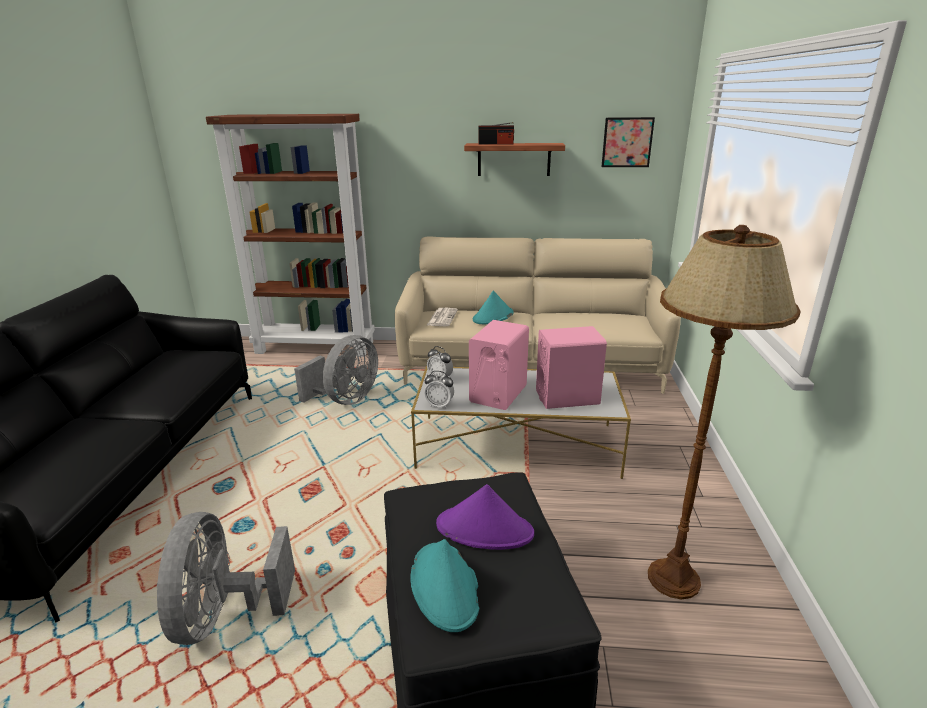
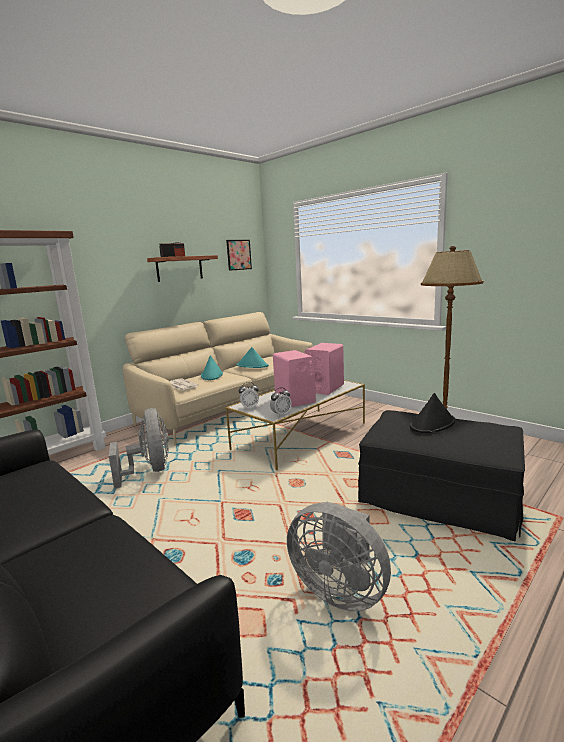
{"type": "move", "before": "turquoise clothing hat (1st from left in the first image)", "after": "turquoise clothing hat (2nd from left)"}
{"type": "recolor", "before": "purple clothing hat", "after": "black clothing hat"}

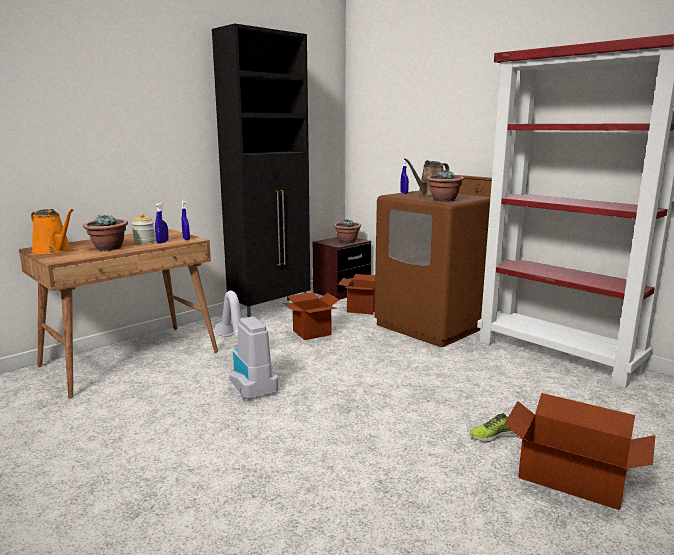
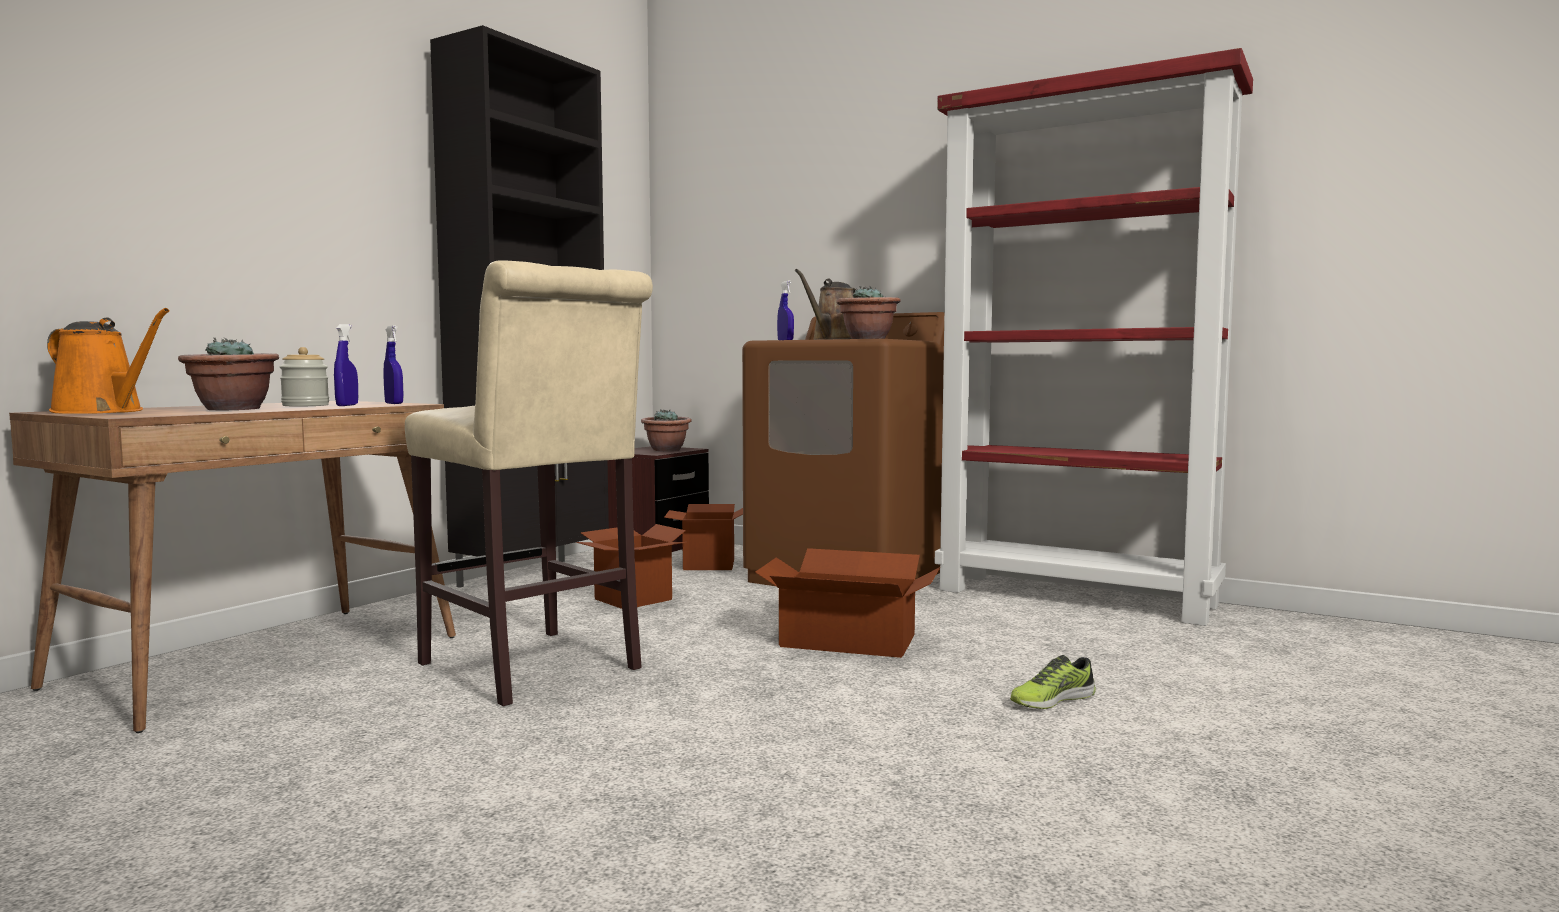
{"type": "replace", "before": "hoover", "after": "beige-coloured stool seat"}
{"type": "move", "before": "carton (3rd from left)"}

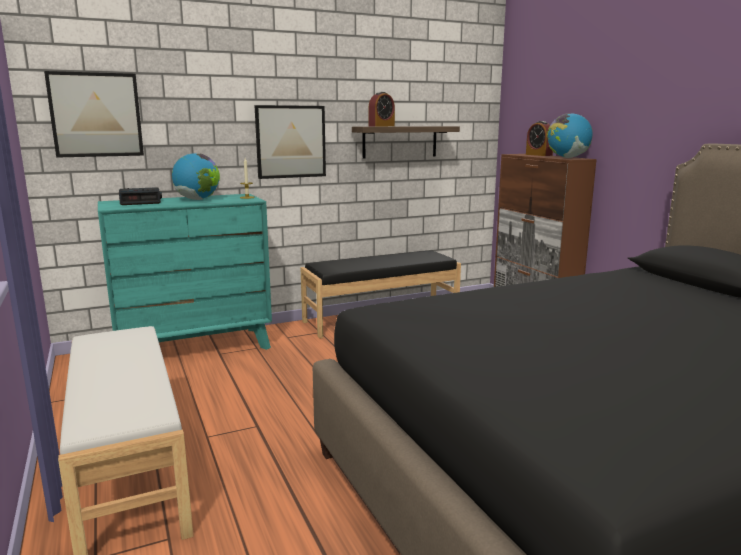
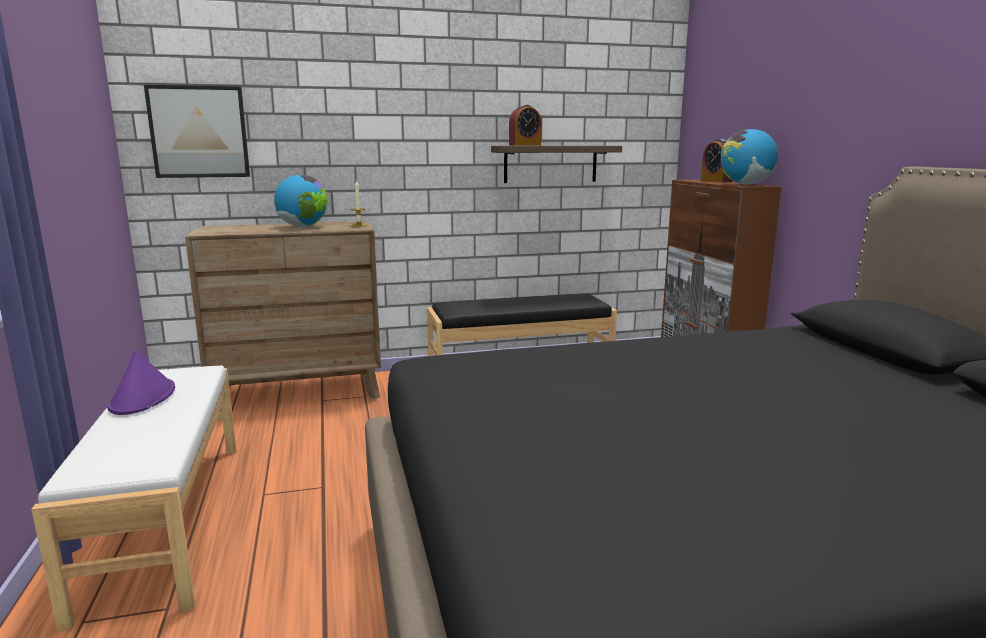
{"type": "insert", "after": "purple clothing hat"}
{"type": "recolor", "before": "turquoise dresser", "after": "brown dresser"}
{"type": "delete", "before": "alarm clock (1st from left)"}
{"type": "delete", "before": "wall picture (2nd from left)"}

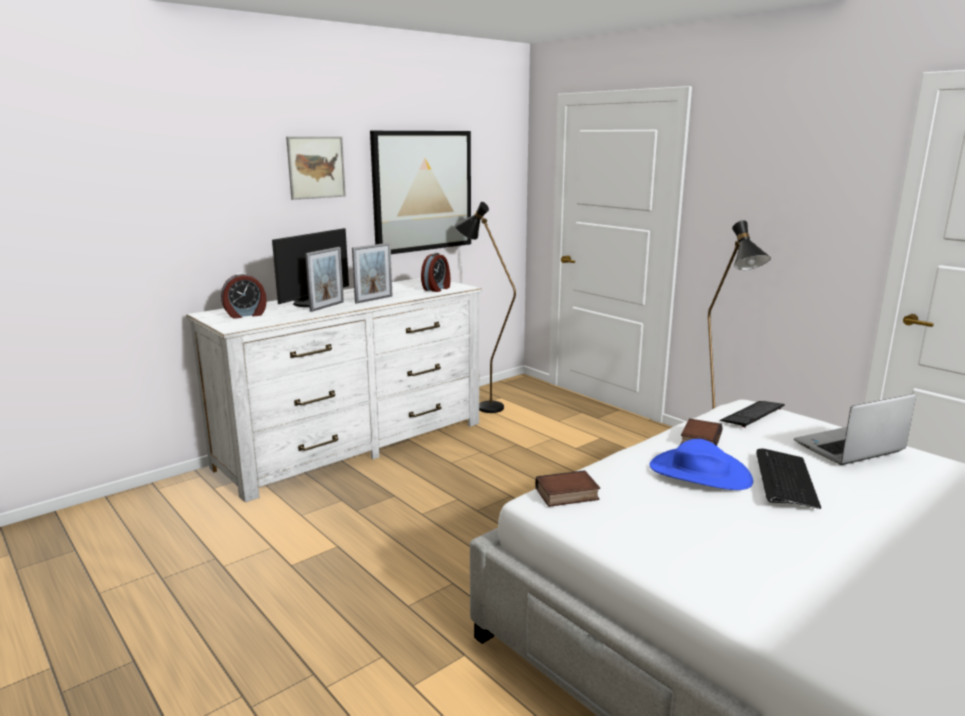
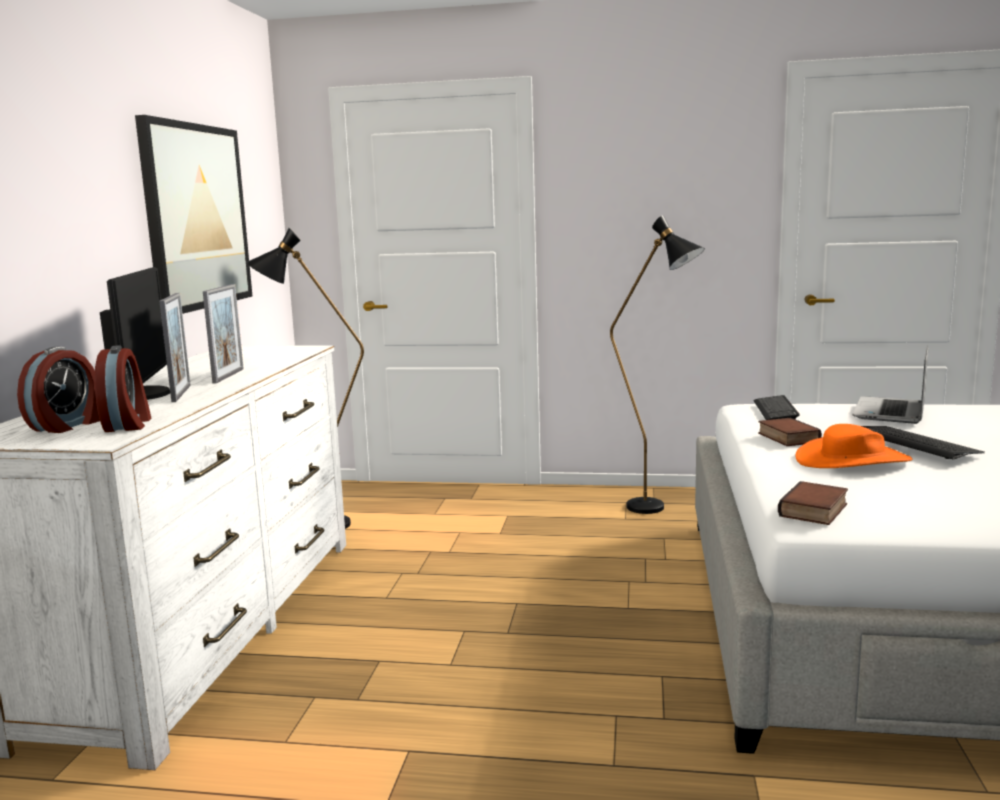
{"type": "move", "before": "alarm clock (2nd from left)"}
{"type": "recolor", "before": "bluish clothing hat", "after": "orange-coloured clothing hat"}
{"type": "delete", "before": "wall picture (1st from left)"}

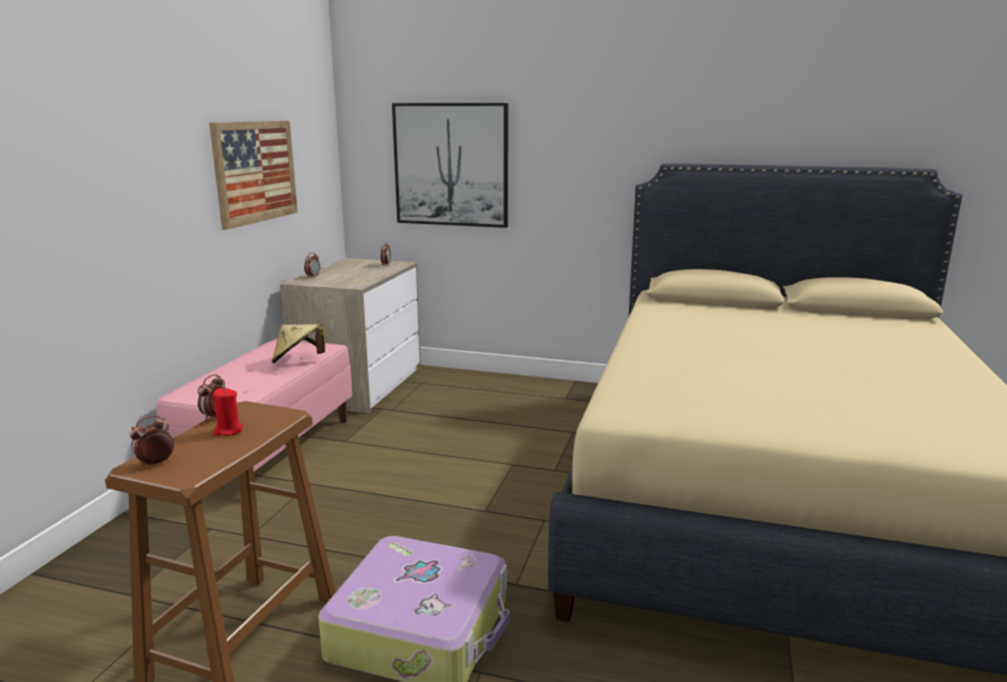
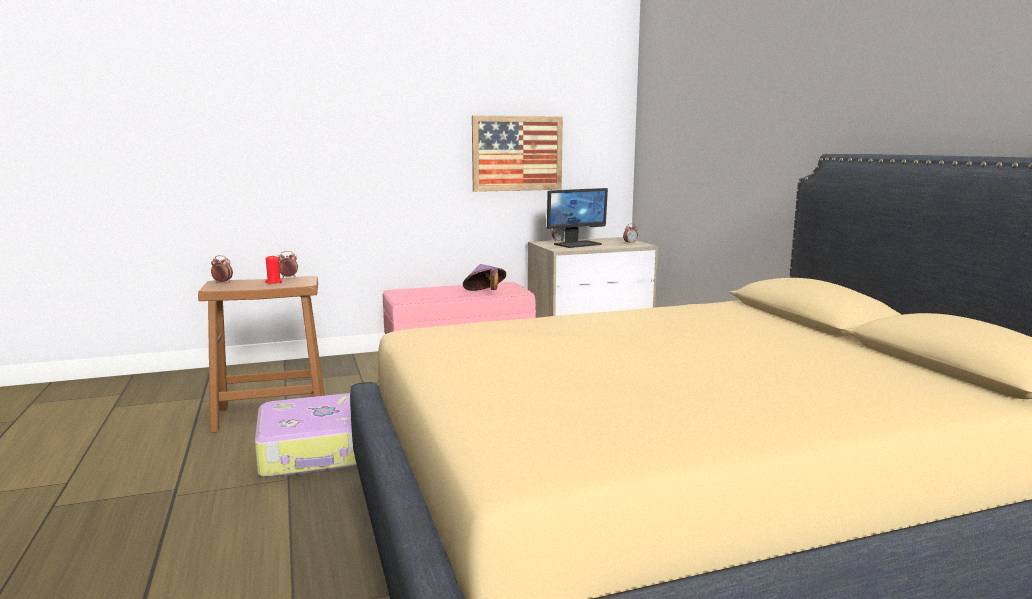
{"type": "recolor", "before": "beige-coloured clothing hat", "after": "purple clothing hat"}
{"type": "insert", "after": "monitor"}
{"type": "delete", "before": "wall picture (2nd from left)"}

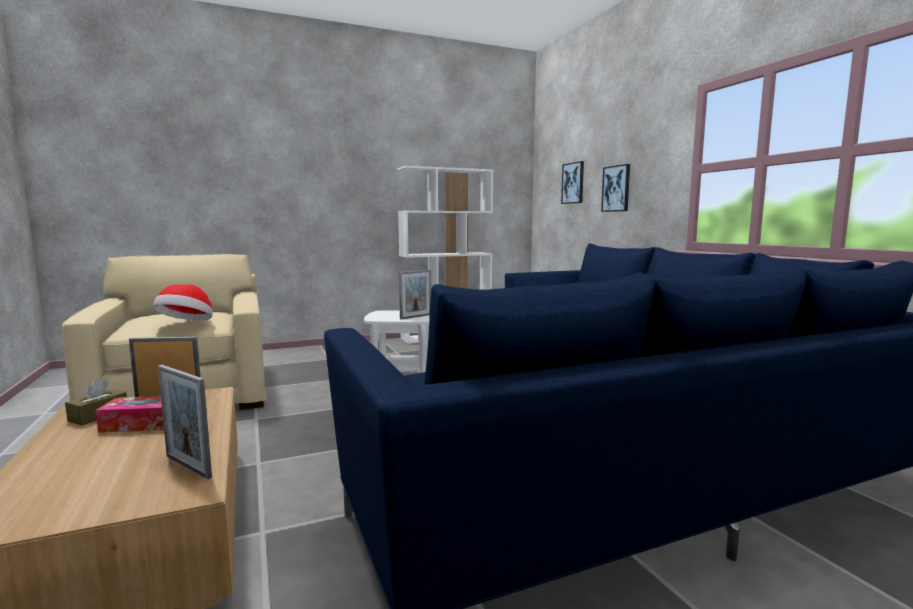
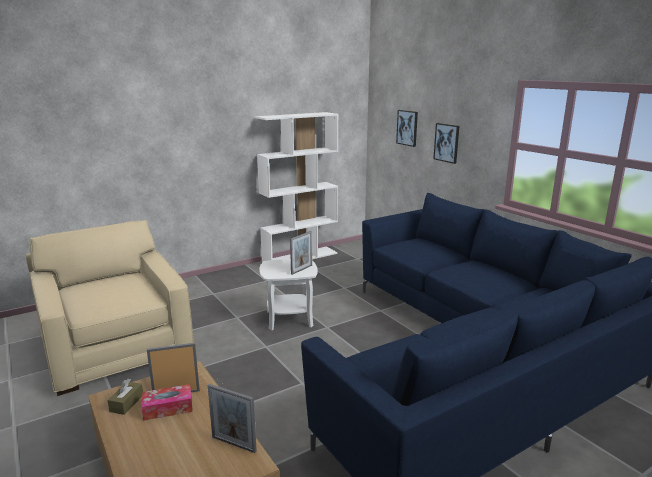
{"type": "delete", "before": "clothing hat"}

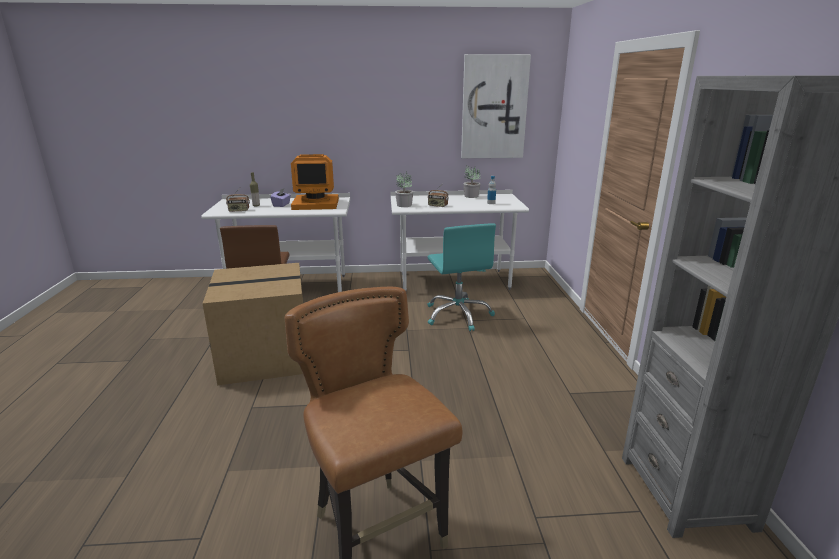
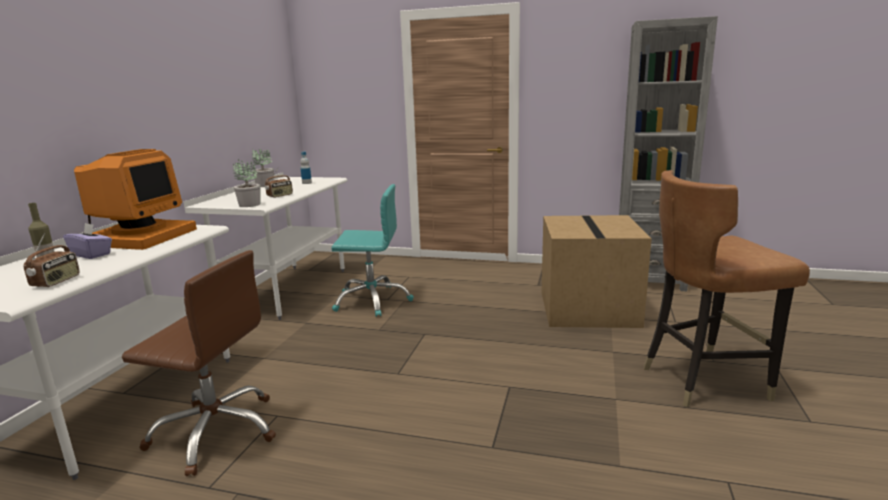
{"type": "move", "before": "carton"}
{"type": "delete", "before": "wall picture"}

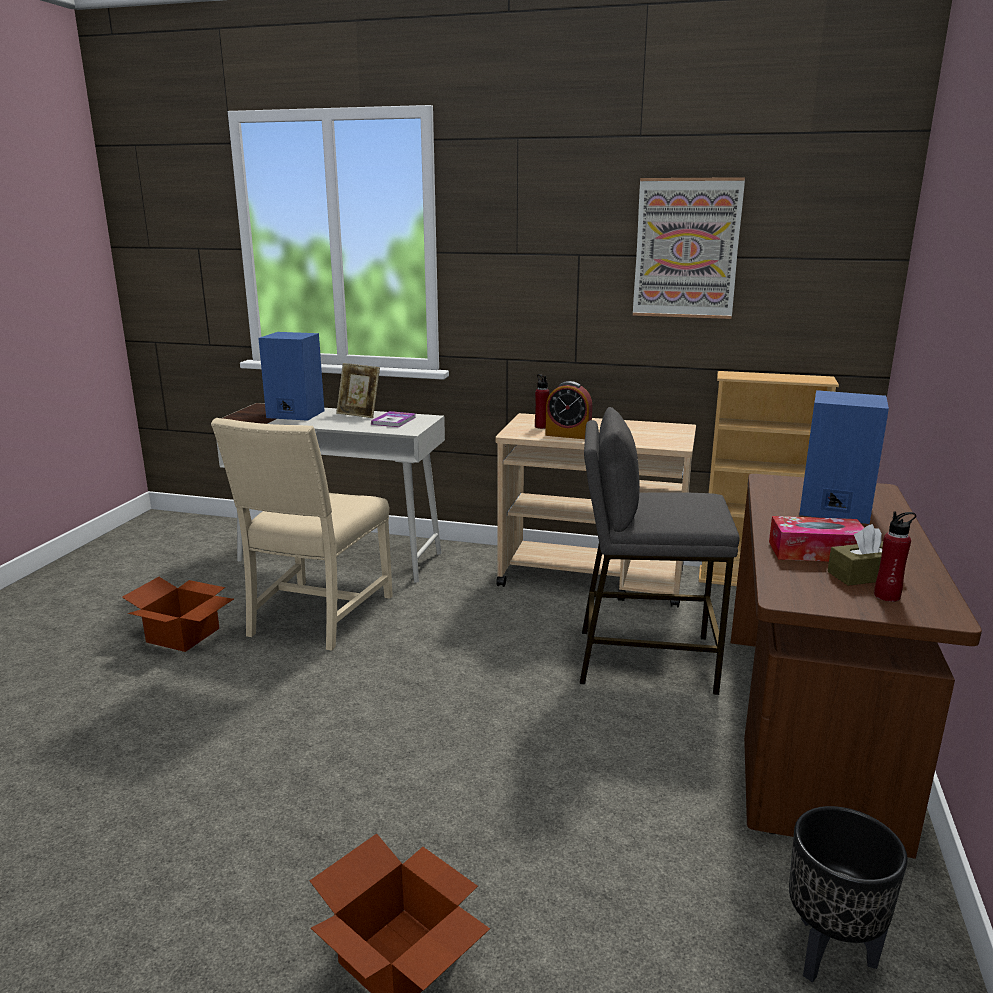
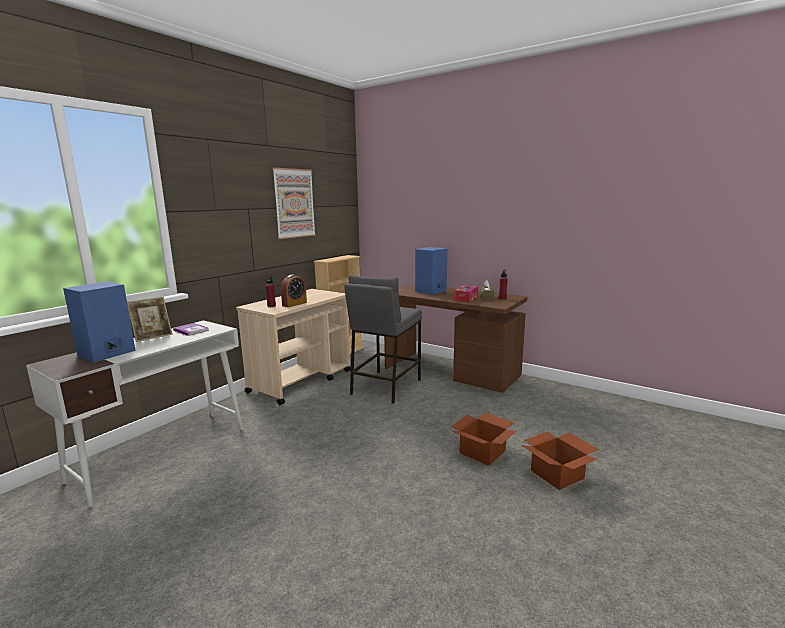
{"type": "move", "before": "carton (1st from left)"}
{"type": "delete", "before": "beige-coloured upright chair"}
{"type": "delete", "before": "black plant pot"}

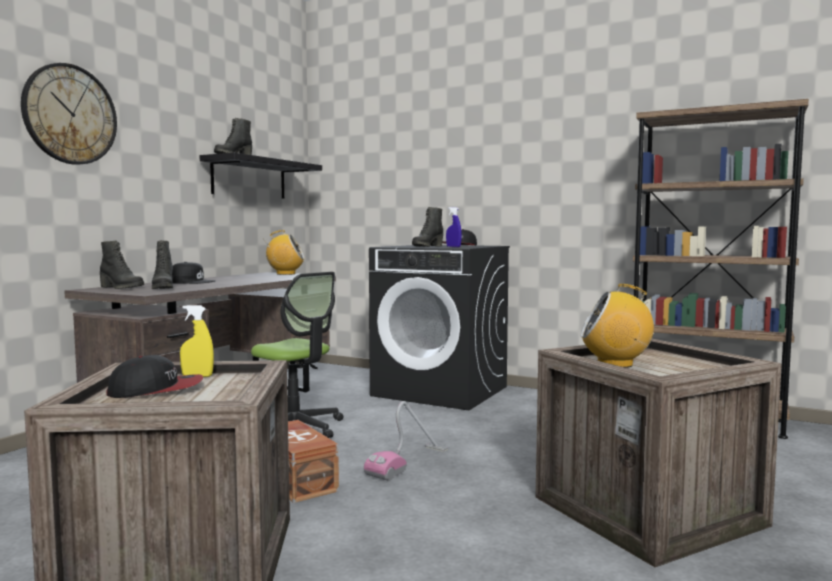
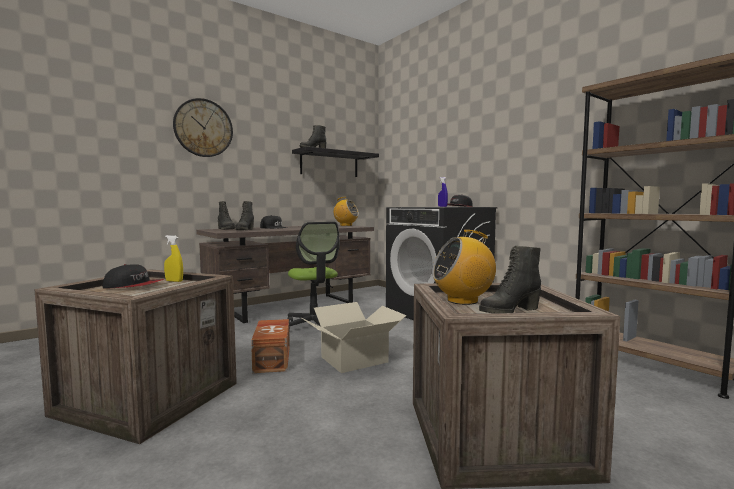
{"type": "replace", "before": "hoover", "after": "carton"}
{"type": "rotate", "before": "radio (2nd from left)", "turn": -45}
{"type": "move", "before": "black boot (4th from left)"}

